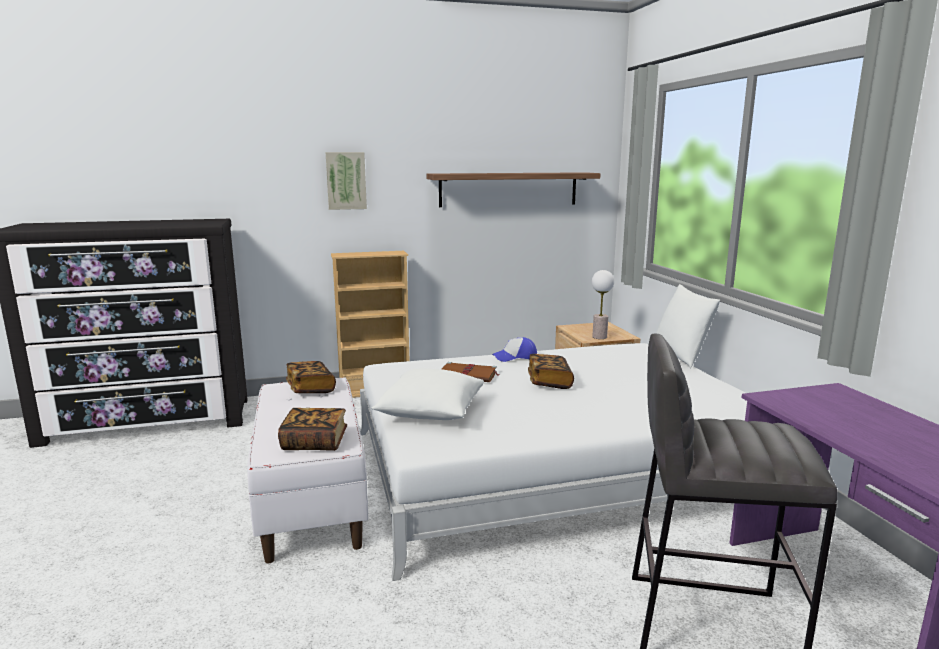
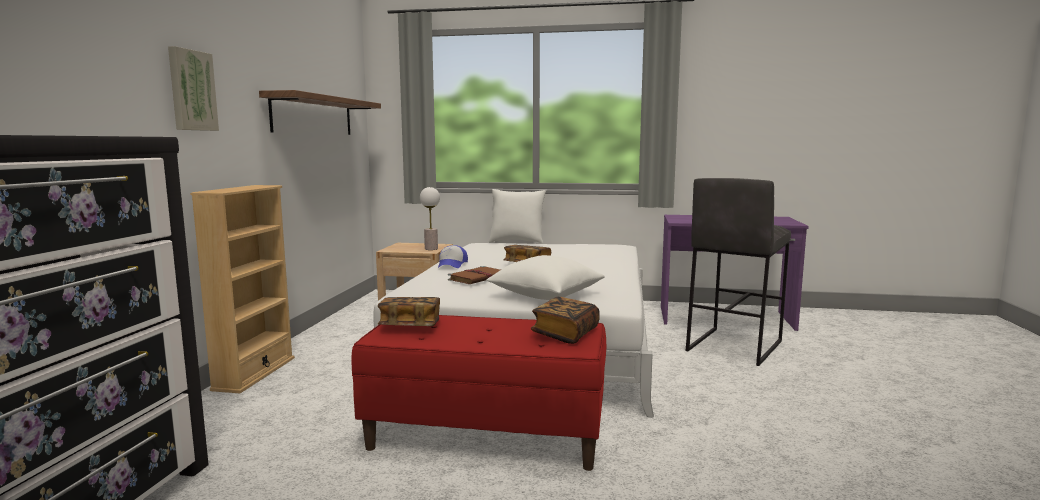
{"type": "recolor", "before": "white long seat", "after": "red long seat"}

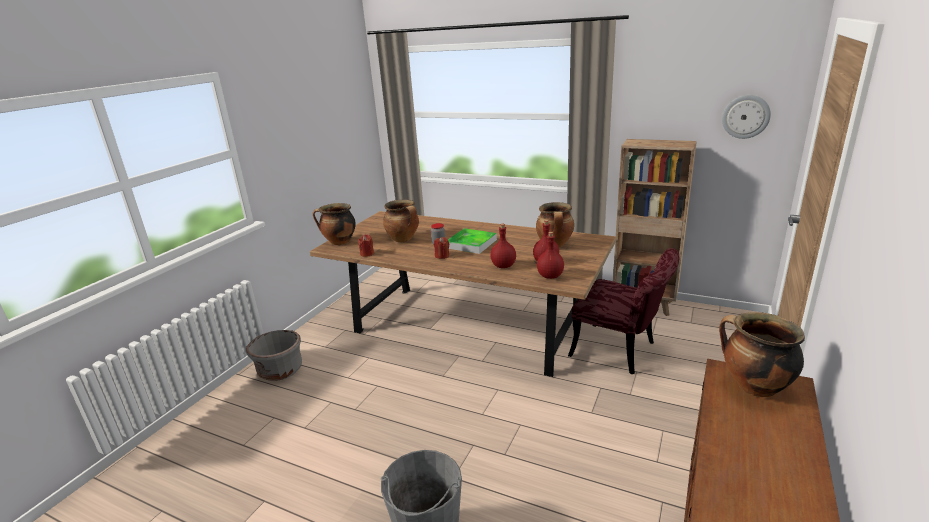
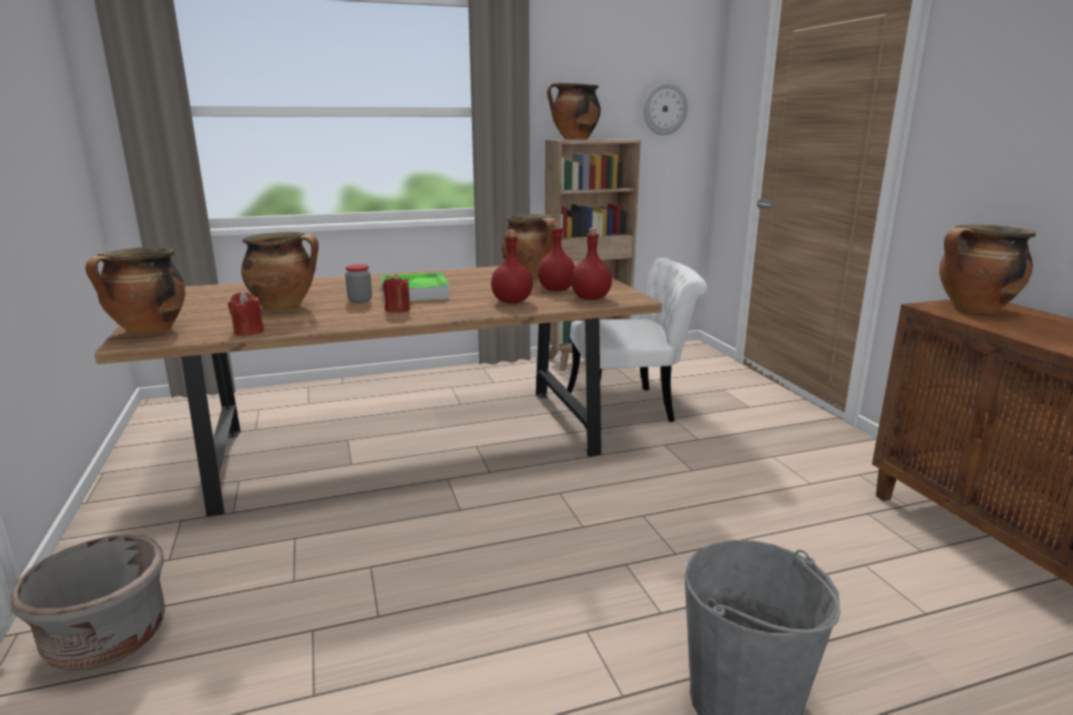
{"type": "insert", "after": "stockpot (4th from left)"}
{"type": "recolor", "before": "red upright chair", "after": "white upright chair"}

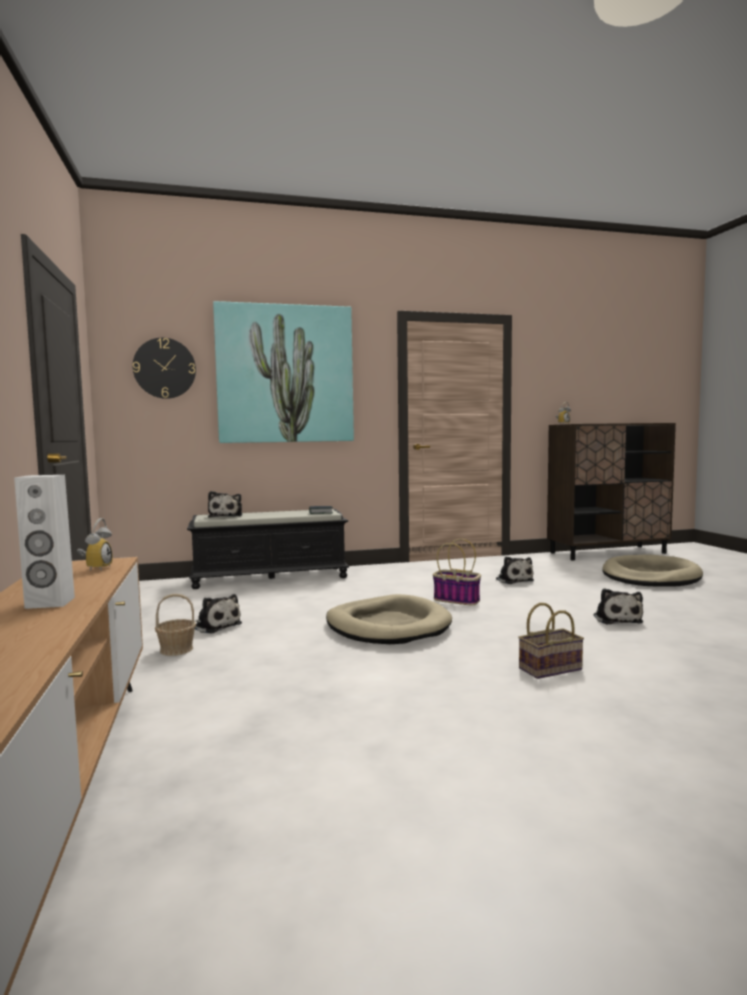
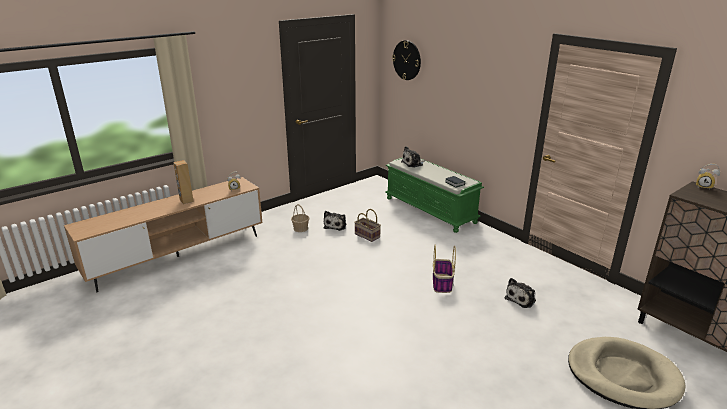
{"type": "recolor", "before": "white loudspeaker", "after": "brown loudspeaker"}
{"type": "move", "before": "household basket (3rd from left in the first image)", "after": "household basket (2nd from left)"}
{"type": "recolor", "before": "black long seat", "after": "greenish long seat"}
{"type": "delete", "before": "wall picture"}
{"type": "delete", "before": "beige-coloured pet bed (1st from left)"}
{"type": "delete", "before": "plush toy (4th from left)"}

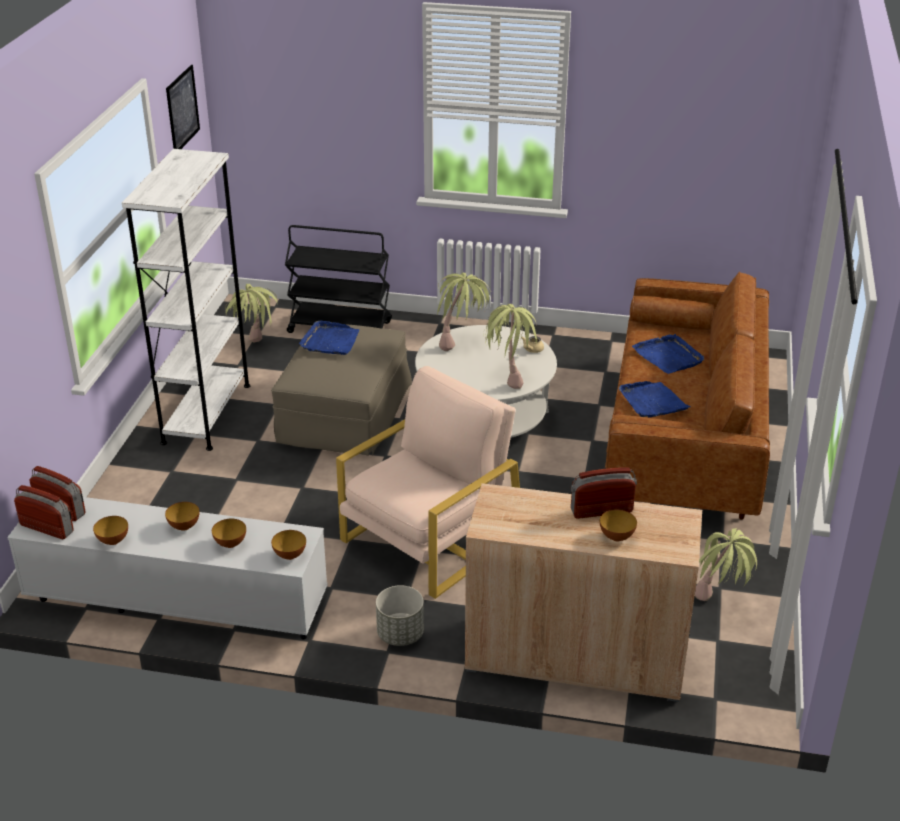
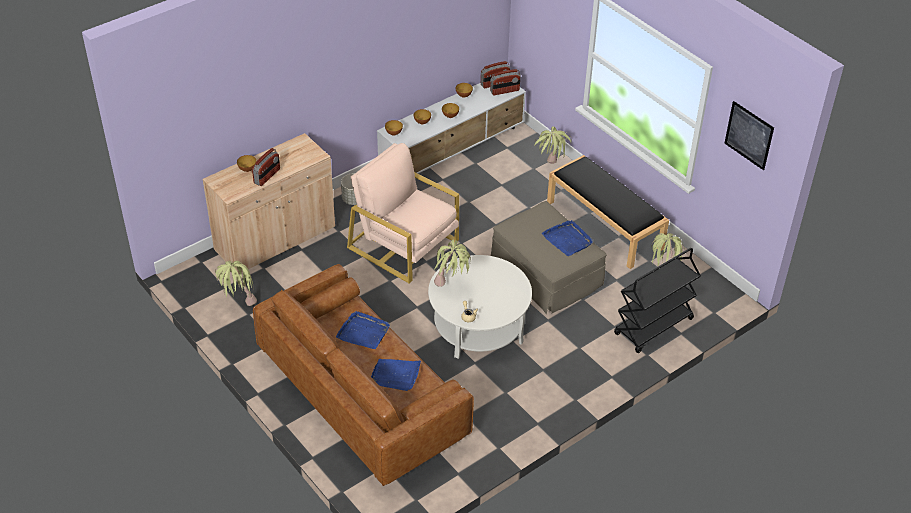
{"type": "rotate", "before": "beige-coloured lounge chair", "turn": 135}
{"type": "move", "before": "plant in a pot (2nd from left in the first image)", "after": "plant in a pot (3rd from left)"}
{"type": "replace", "before": "white shelving unit", "after": "black long seat"}

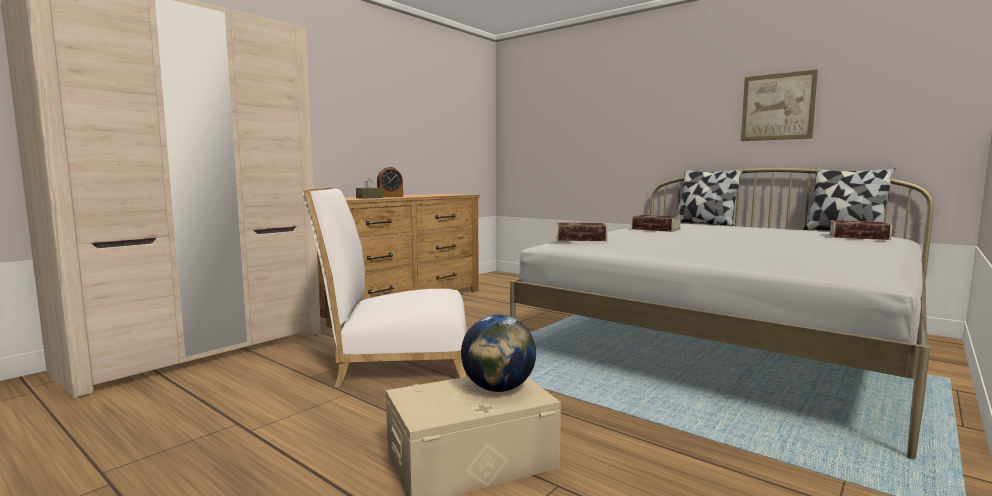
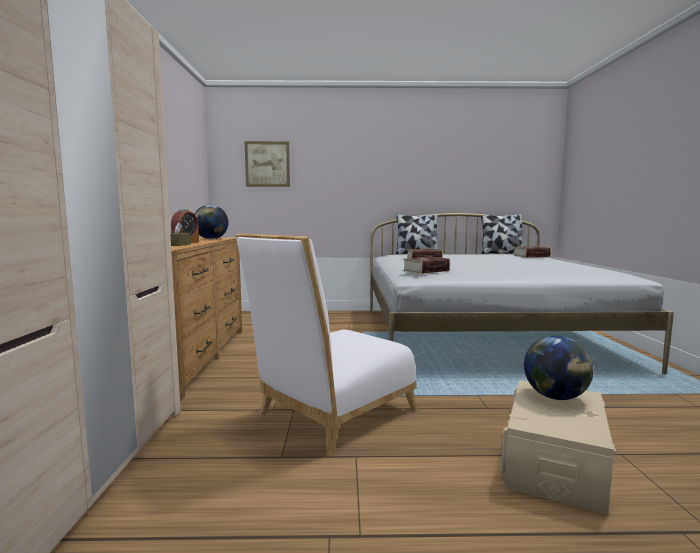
{"type": "insert", "after": "globe (1st from left)"}
{"type": "move", "before": "wall picture"}

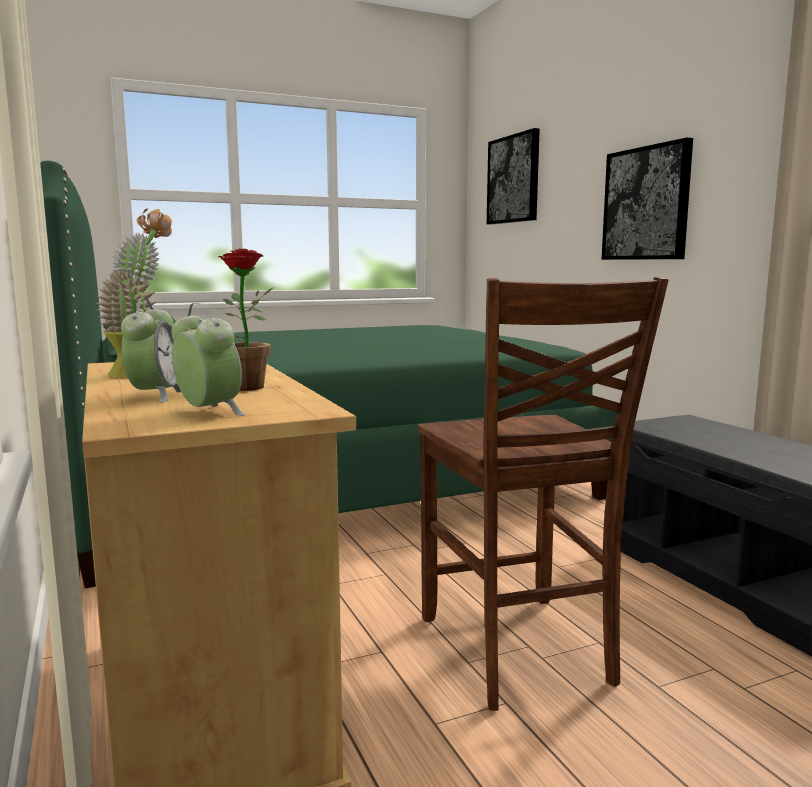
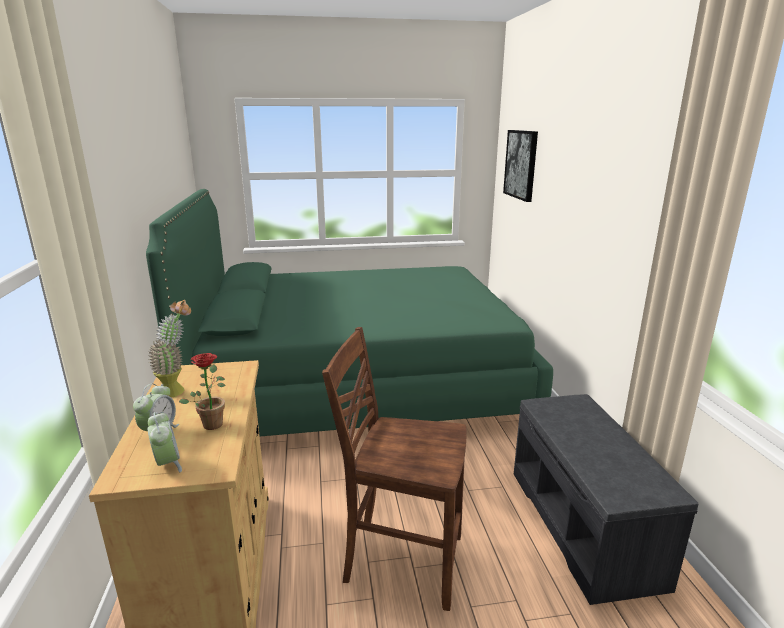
{"type": "rotate", "before": "brown upright chair", "turn": 105}
{"type": "delete", "before": "wall picture (2nd from left)"}

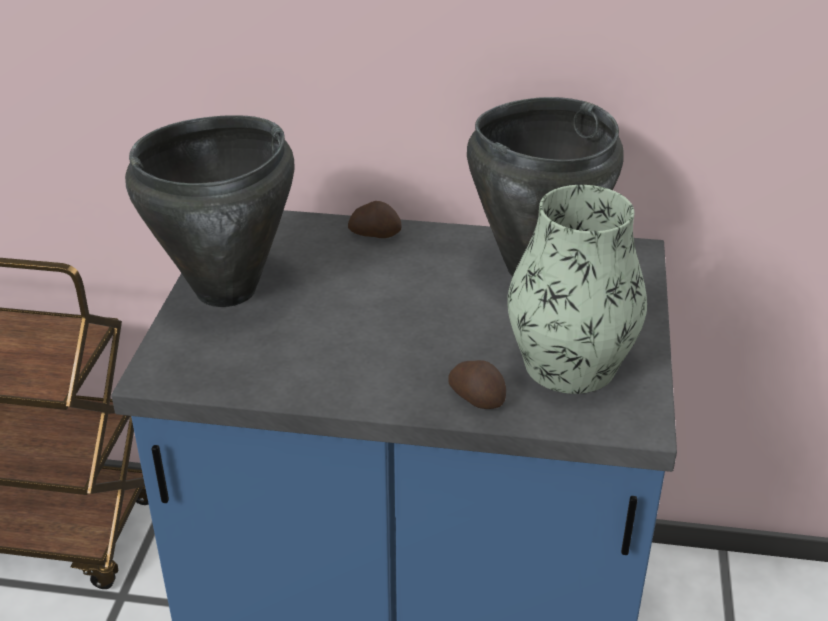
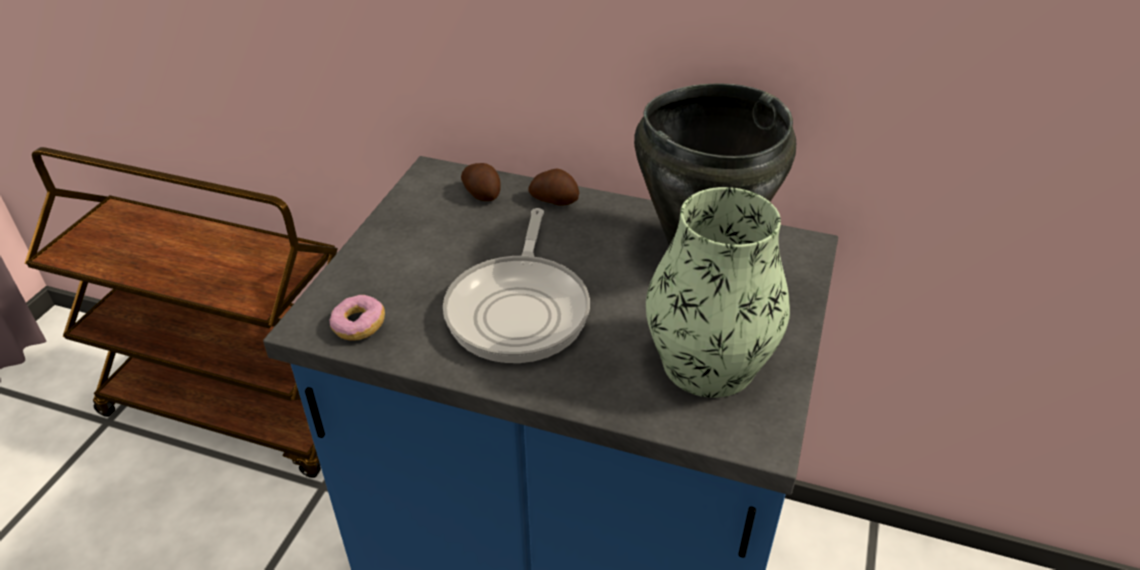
{"type": "insert", "after": "ring doughnut"}
{"type": "insert", "after": "frying pan"}
{"type": "move", "before": "spud (2nd from left in the first image)", "after": "spud (1st from left)"}
{"type": "delete", "before": "black stockpot (1st from left)"}

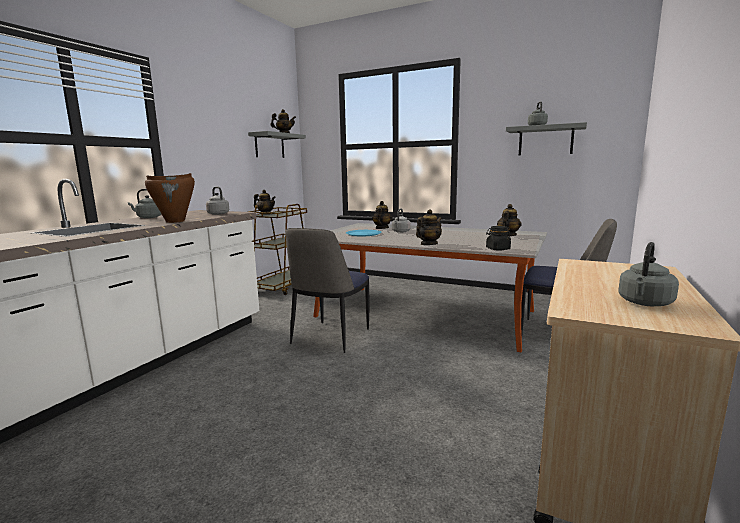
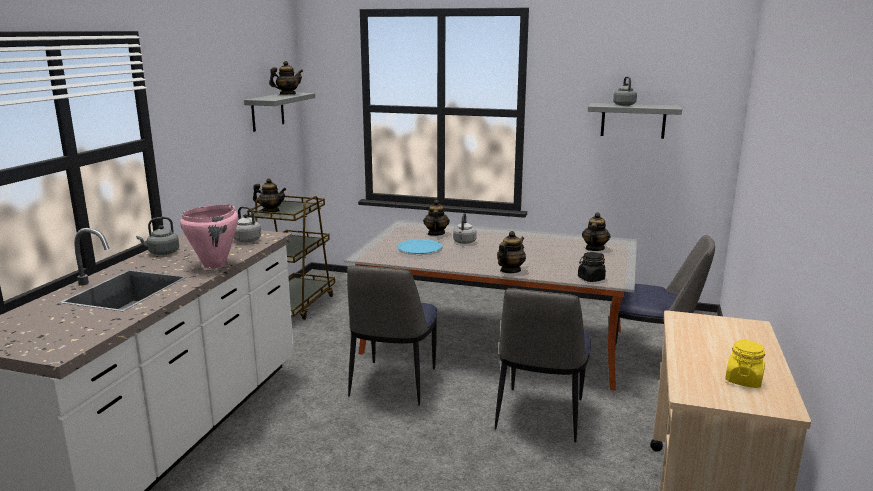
{"type": "recolor", "before": "brown stockpot", "after": "pink-coloured stockpot"}
{"type": "insert", "after": "upright chair (2nd from left)"}
{"type": "replace", "before": "gray kettle (5th from left)", "after": "yellowish jar"}

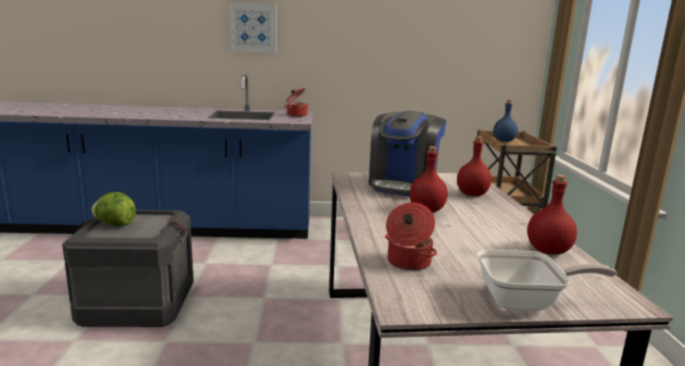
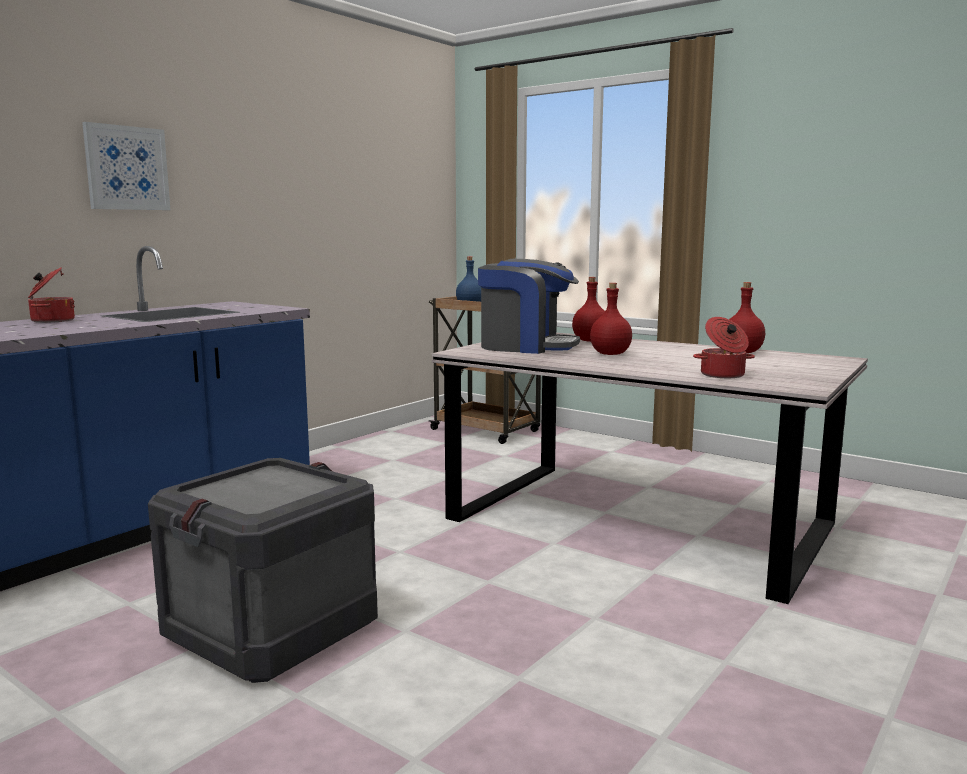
{"type": "move", "before": "stockpot (1st from left)"}
{"type": "rotate", "before": "coffee maker", "turn": -45}
{"type": "delete", "before": "head of lettuce"}
{"type": "delete", "before": "frying pan"}

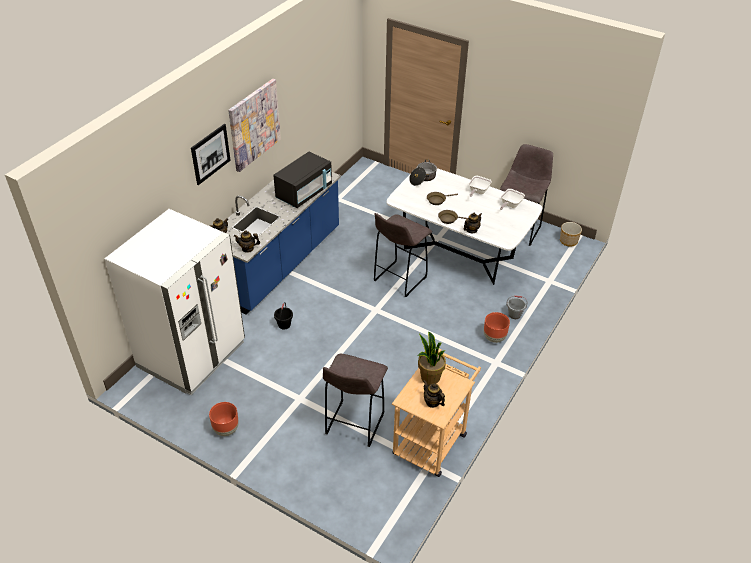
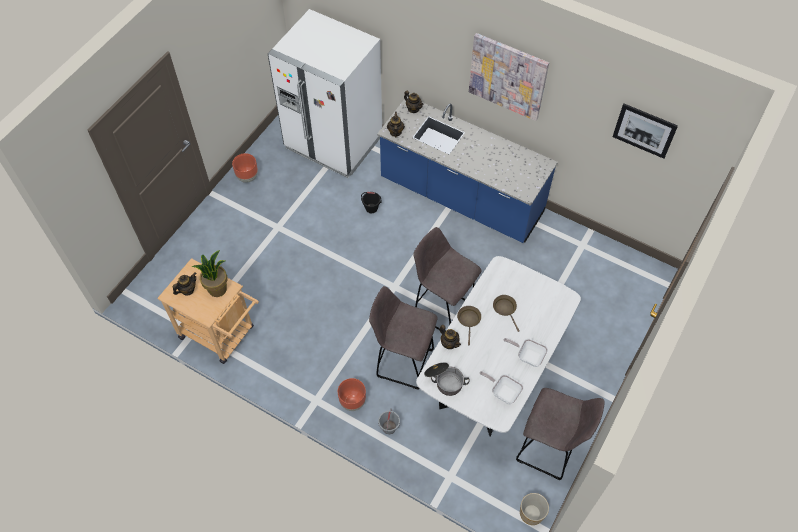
{"type": "move", "before": "gray stool seat (1st from left)"}
{"type": "move", "before": "stockpot"}
{"type": "move", "before": "wall picture (1st from left in the first image)", "after": "wall picture (2nd from left)"}
{"type": "delete", "before": "black kitchen microwave"}

